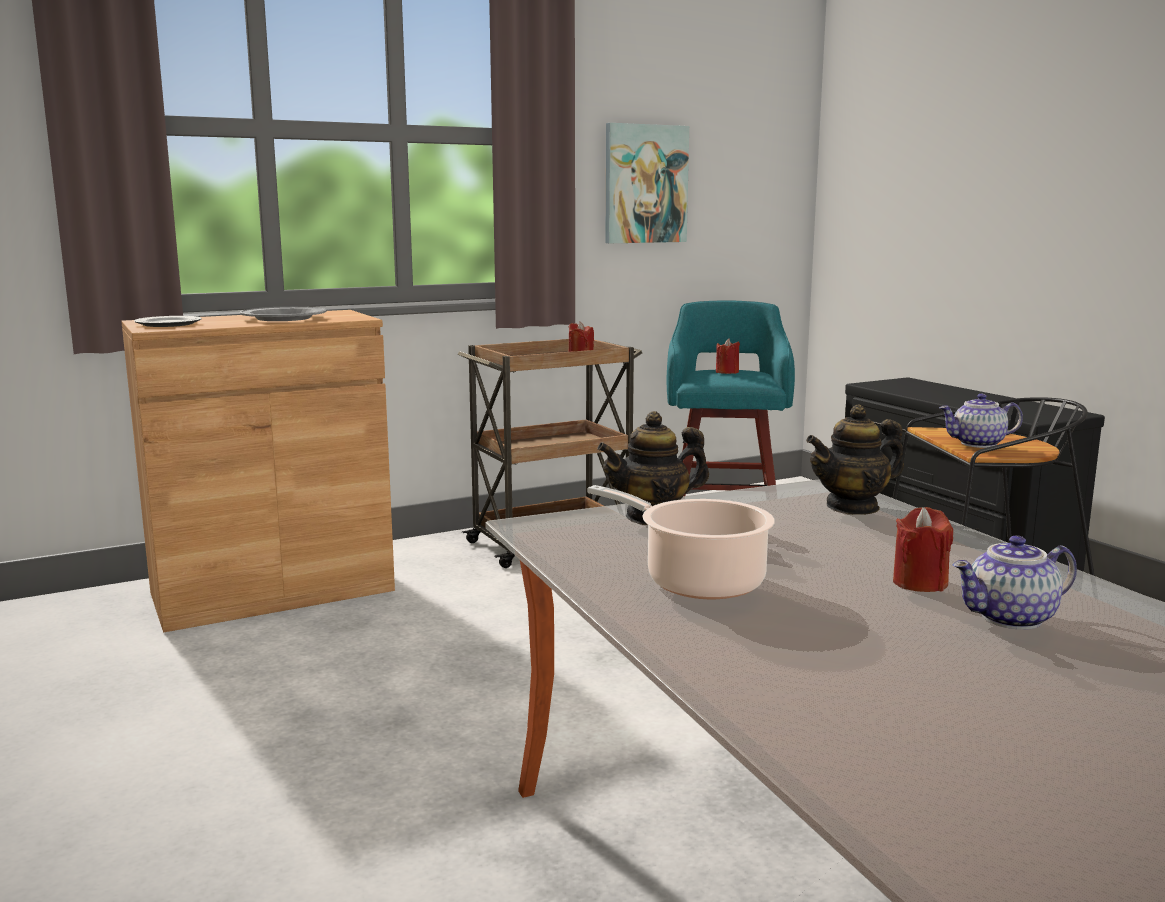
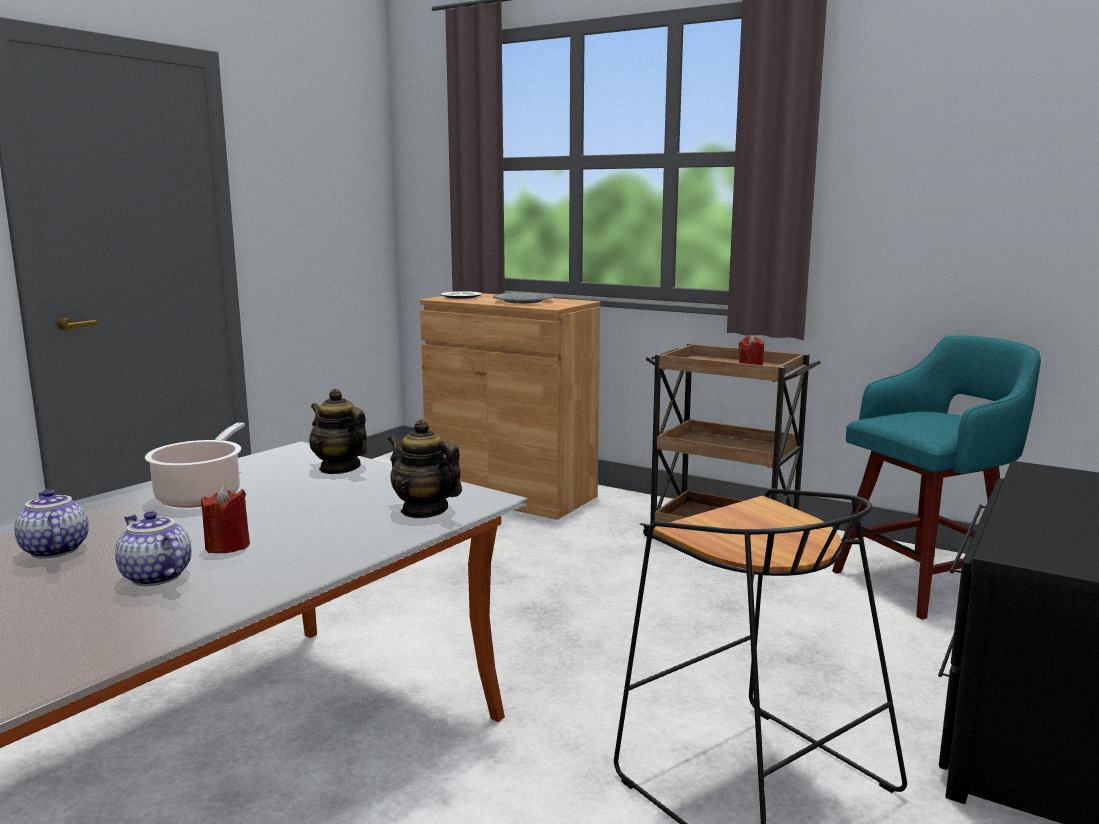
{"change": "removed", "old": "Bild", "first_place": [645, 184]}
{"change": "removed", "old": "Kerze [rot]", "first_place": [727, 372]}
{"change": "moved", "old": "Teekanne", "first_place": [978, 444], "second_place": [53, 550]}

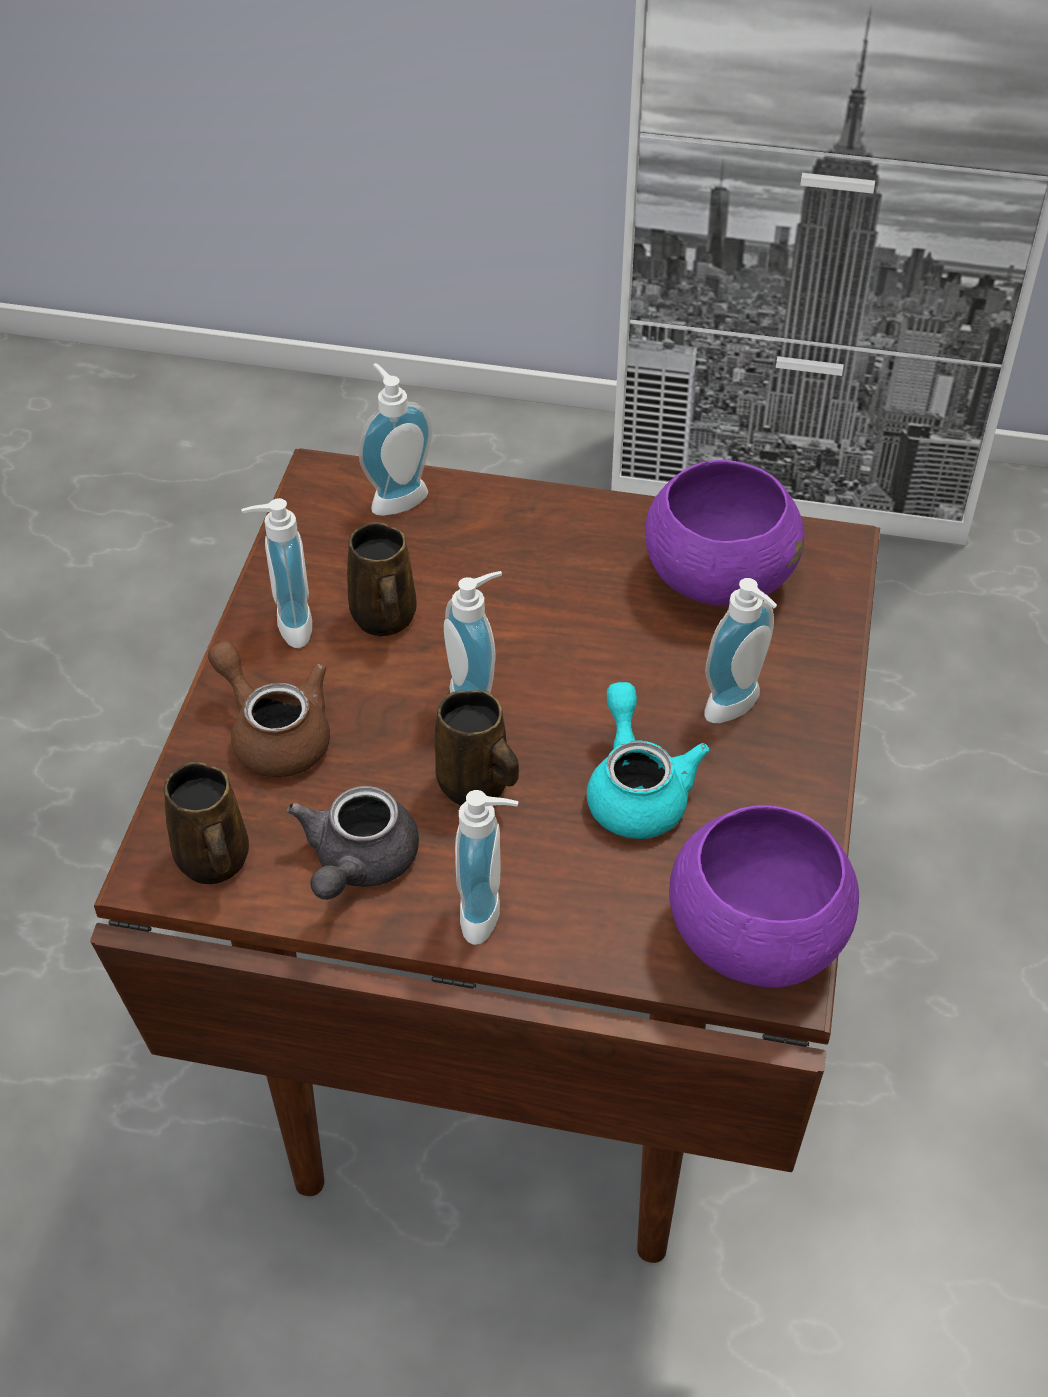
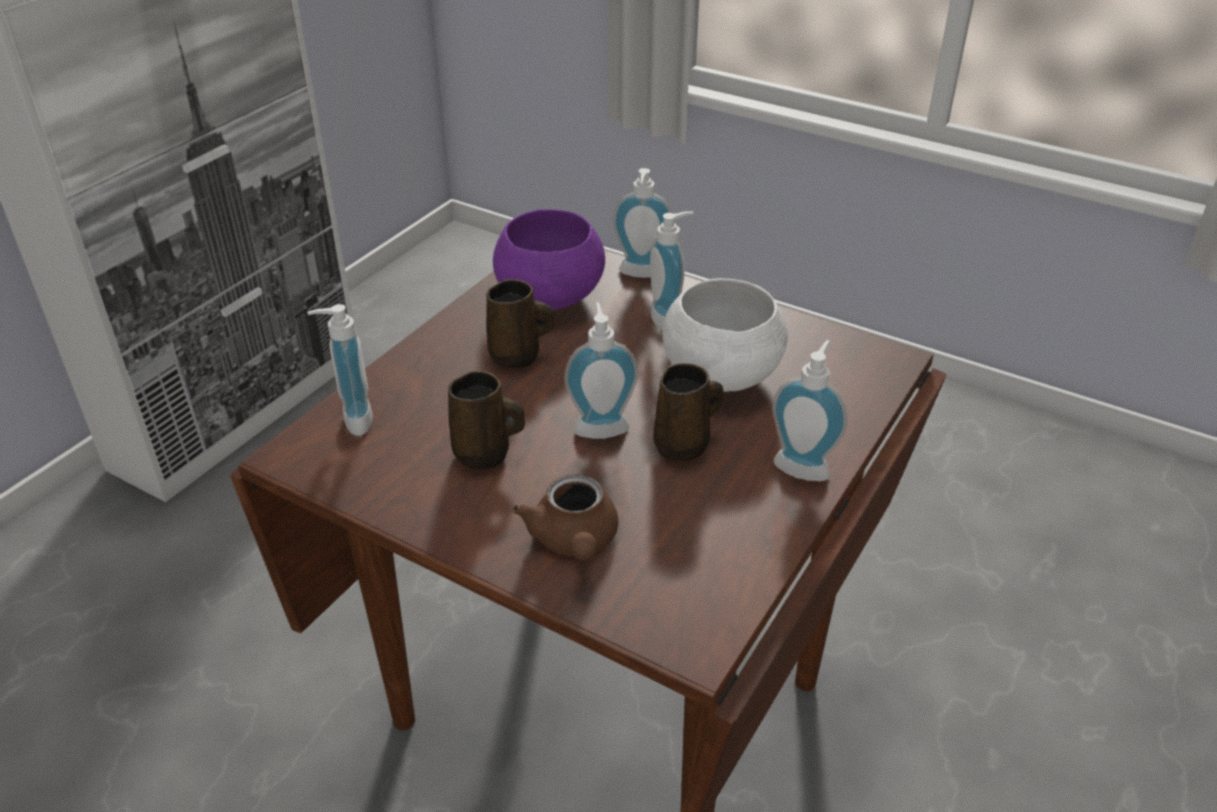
{"change": "moved", "old": "Henkelbecher [braun]", "first_place": [214, 862], "second_place": [518, 357]}
{"change": "turned", "old": "Teekanne [braun]", "first_place": [274, 733], "second_place": [574, 541], "degrees": -75}
{"change": "moved", "old": "Seifenspender", "first_place": [287, 626], "second_place": [641, 274]}
{"change": "removed", "old": "Teekanne [grau]", "first_place": [357, 864]}
{"change": "replaced", "old": "Teekanne [türkis]", "new": "Schüssel [weiß]", "first_place": [636, 790], "second_place": [720, 376]}
{"change": "removed", "old": "Schüssel [lila]", "first_place": [755, 939]}

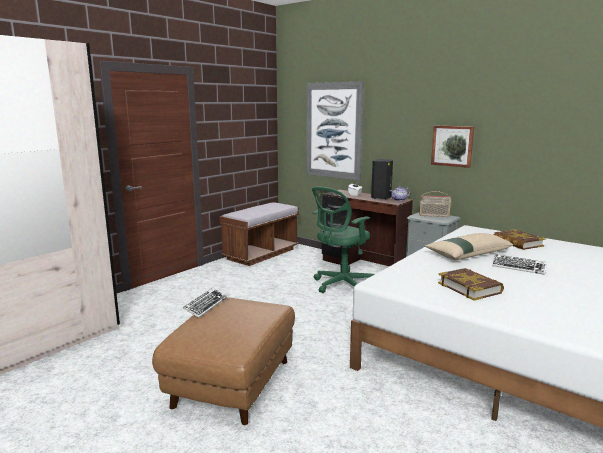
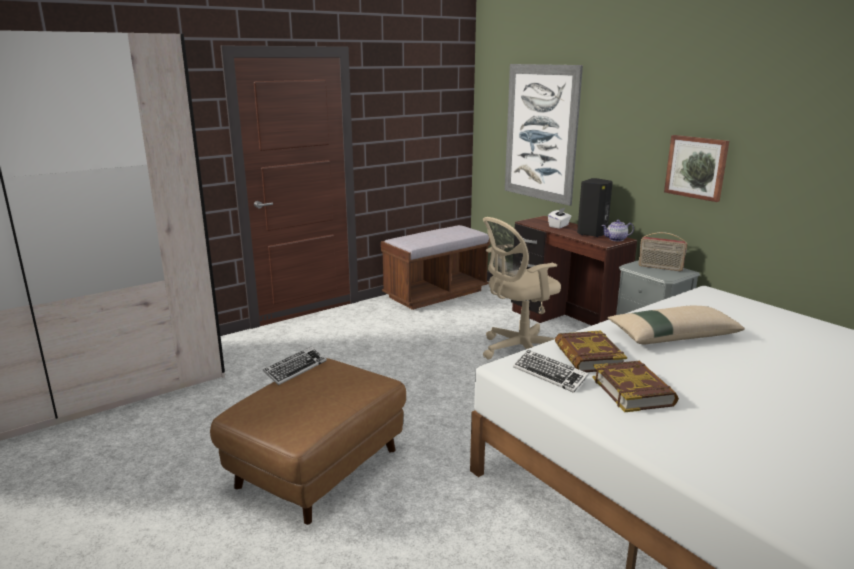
{"change": "recoloured", "old": "Bürostuhl [grün]", "new": "Bürostuhl [beige]", "first_place": [341, 285], "second_place": [519, 350]}
{"change": "moved", "old": "Tastatur", "first_place": [518, 267], "second_place": [549, 375]}
{"change": "moved", "old": "Buch", "first_place": [517, 243], "second_place": [588, 357]}

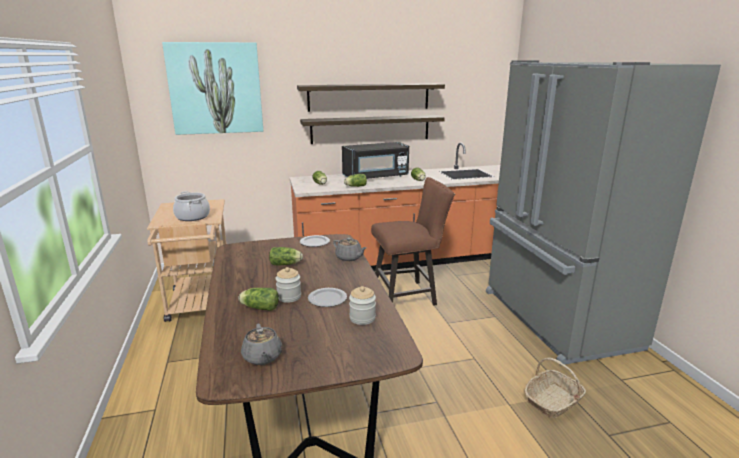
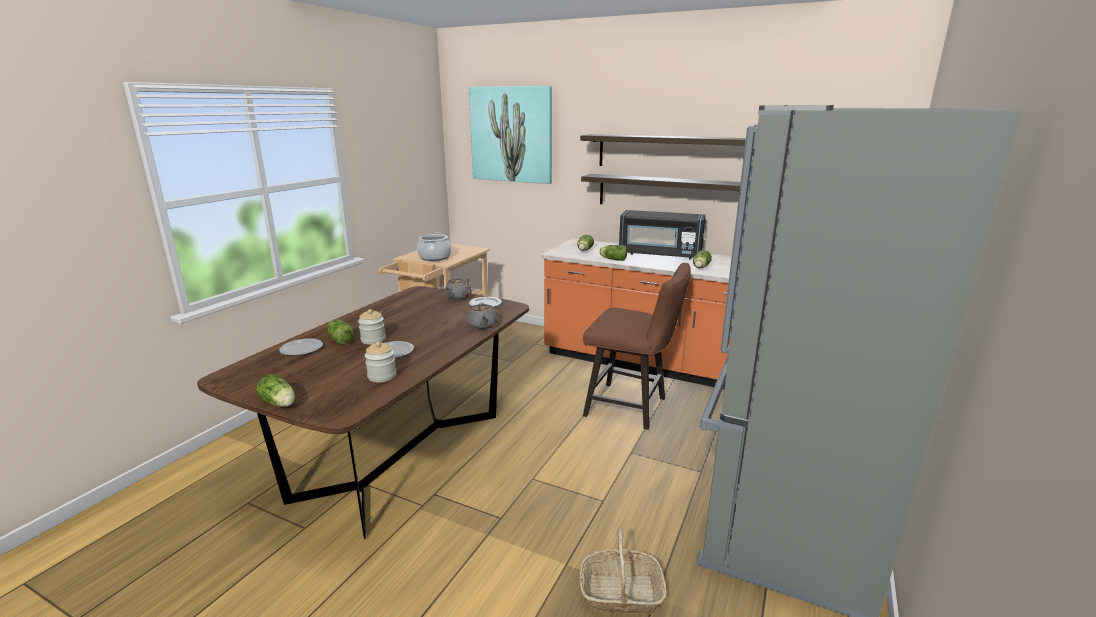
{"change": "moved", "old": "Teekanne [grau]", "first_place": [262, 357], "second_place": [458, 297]}
{"change": "moved", "old": "Salatkopf", "first_place": [286, 264], "second_place": [280, 404]}
{"change": "added", "new": "Teller", "second_place": [301, 349]}

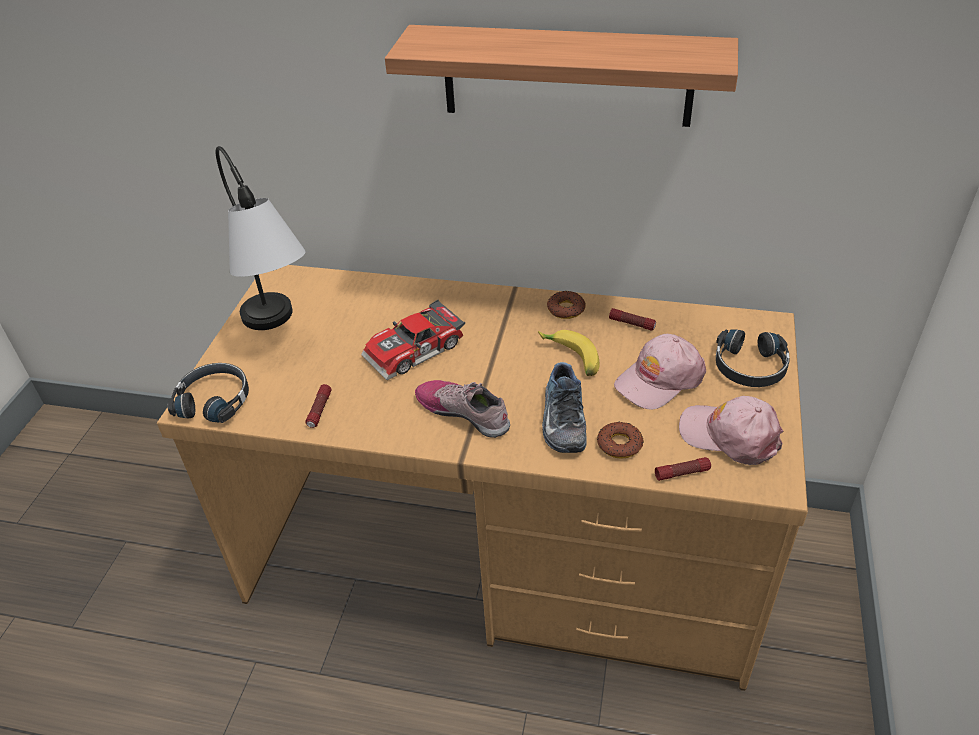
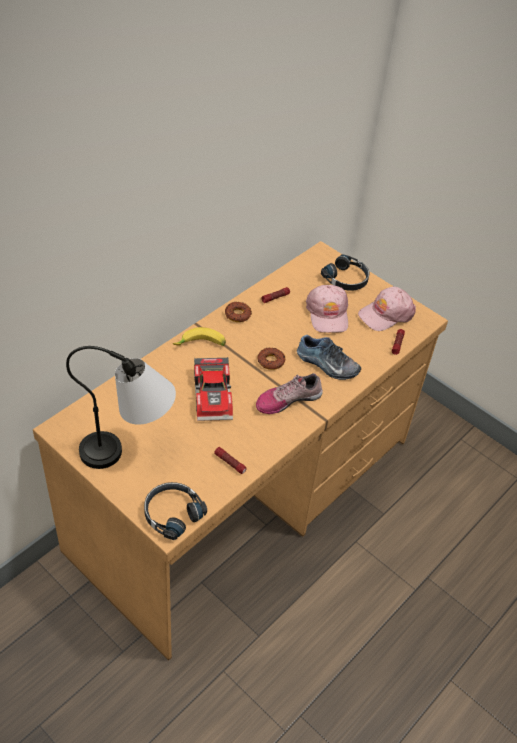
{"change": "removed", "old": "Wandregal", "first_place": [566, 75]}
{"change": "moved", "old": "Banane", "first_place": [570, 359], "second_place": [200, 345]}
{"change": "moved", "old": "Donut", "first_place": [619, 444], "second_place": [271, 361]}

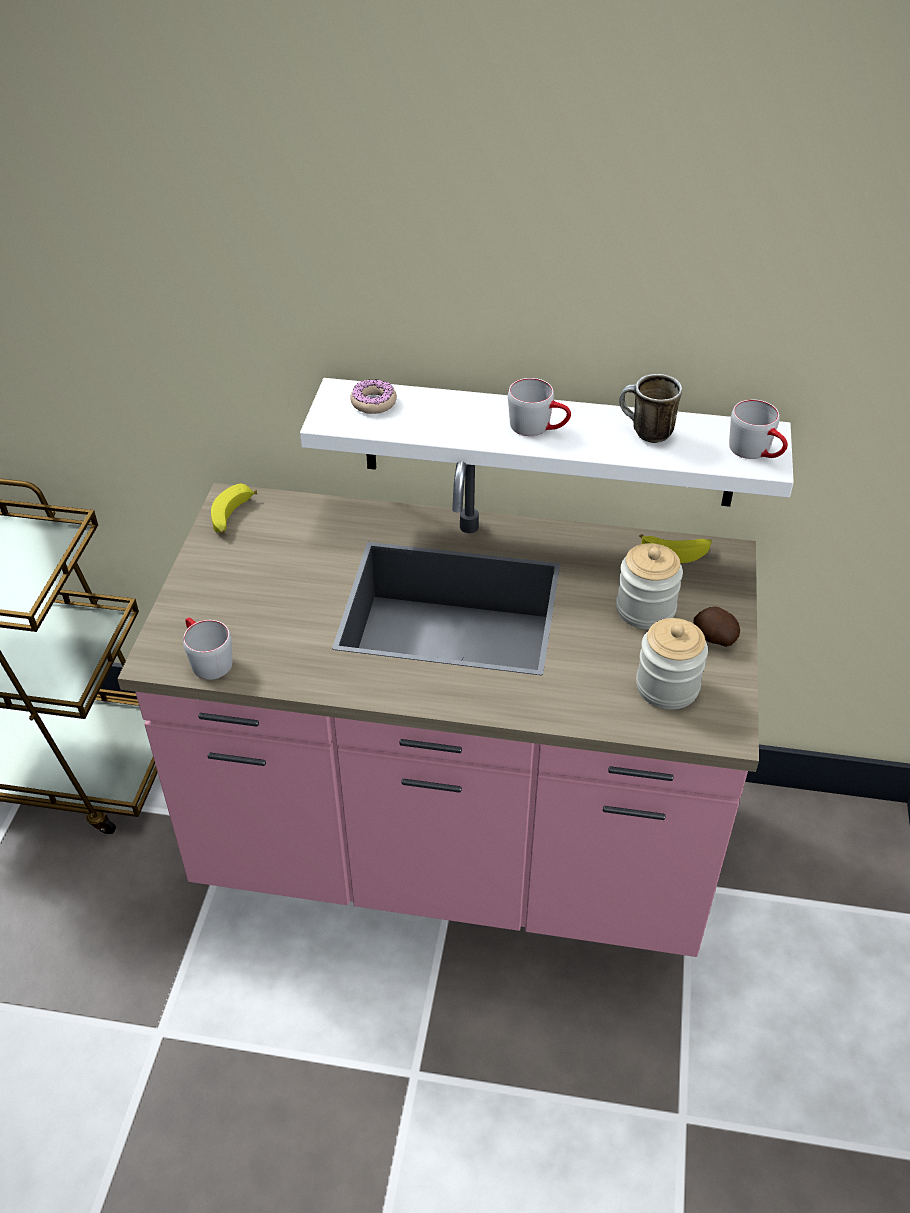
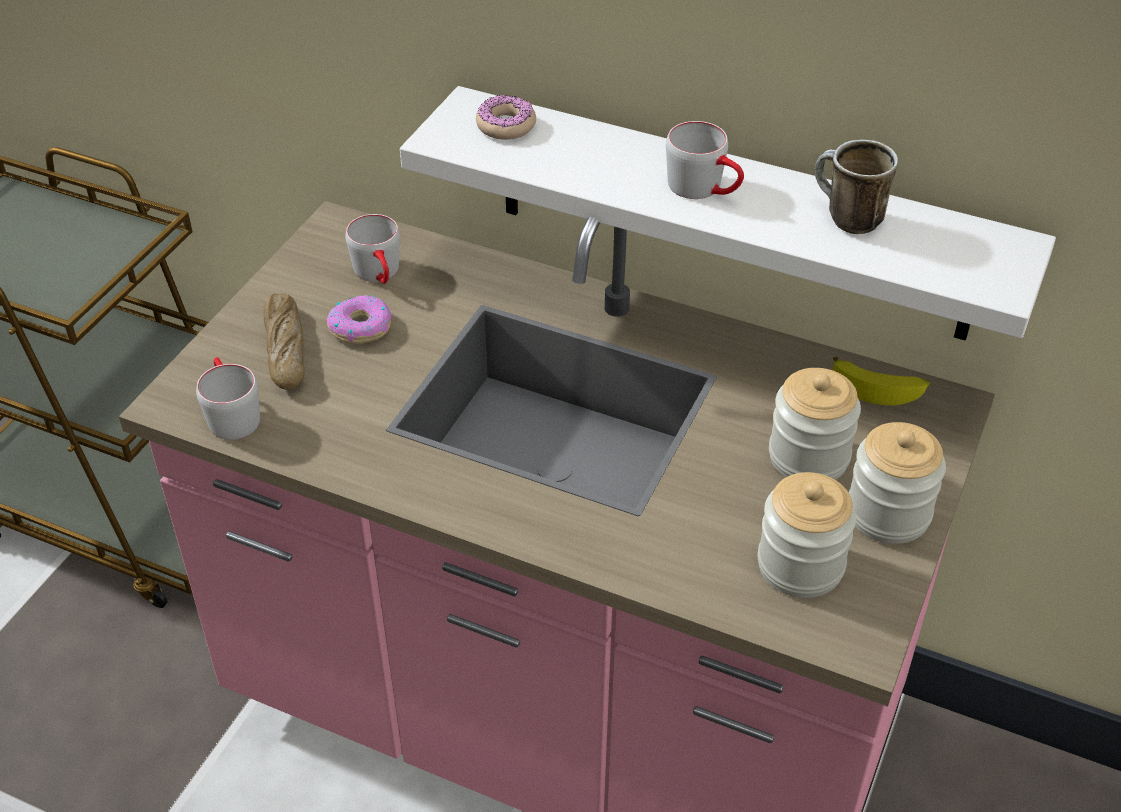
{"change": "removed", "old": "Banane", "first_place": [232, 517]}
{"change": "replaced", "old": "Kartoffel", "new": "Vorratsglas", "first_place": [713, 638], "second_place": [888, 513]}
{"change": "moved", "old": "Henkelbecher [grau]", "first_place": [756, 452], "second_place": [380, 275]}
{"change": "added", "new": "Brot", "second_place": [285, 349]}
{"change": "added", "new": "Donut", "second_place": [360, 327]}

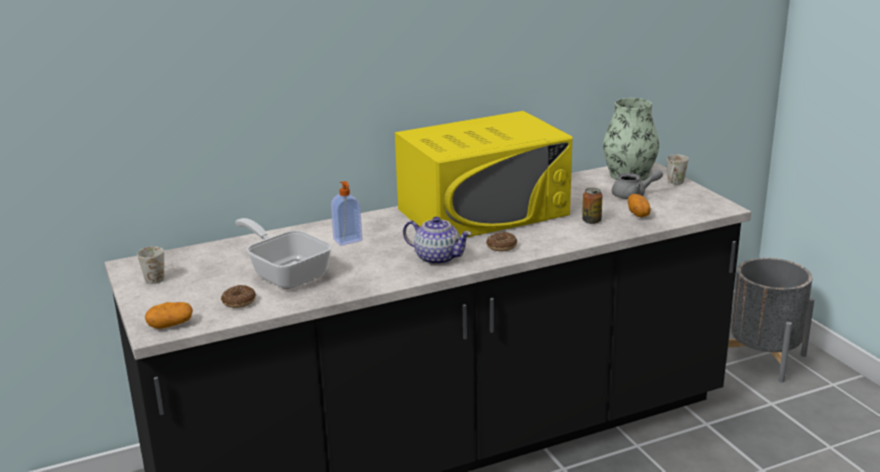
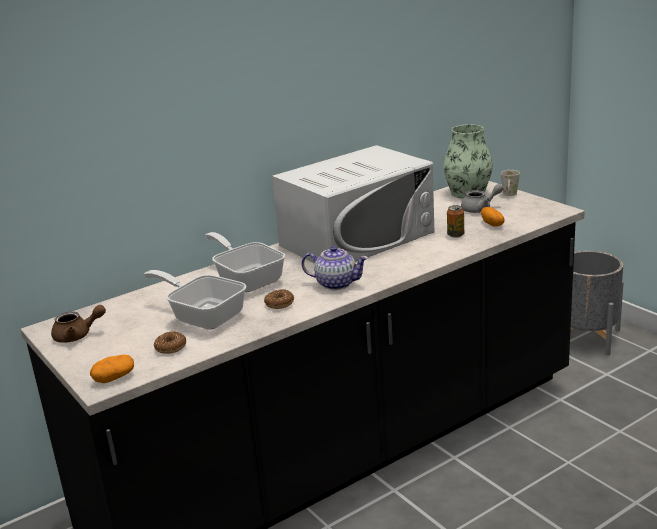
{"change": "replaced", "old": "Henkelbecher [weiß]", "new": "Teekanne [braun]", "first_place": [155, 277], "second_place": [77, 336]}
{"change": "replaced", "old": "Seifenspender", "new": "Pfanne", "first_place": [348, 240], "second_place": [247, 279]}
{"change": "recoloured", "old": "Mikrowelle [gelb]", "new": "Mikrowelle [weiß]", "first_place": [483, 212], "second_place": [357, 238]}
{"change": "moved", "old": "Donut", "first_place": [501, 246], "second_place": [279, 304]}

